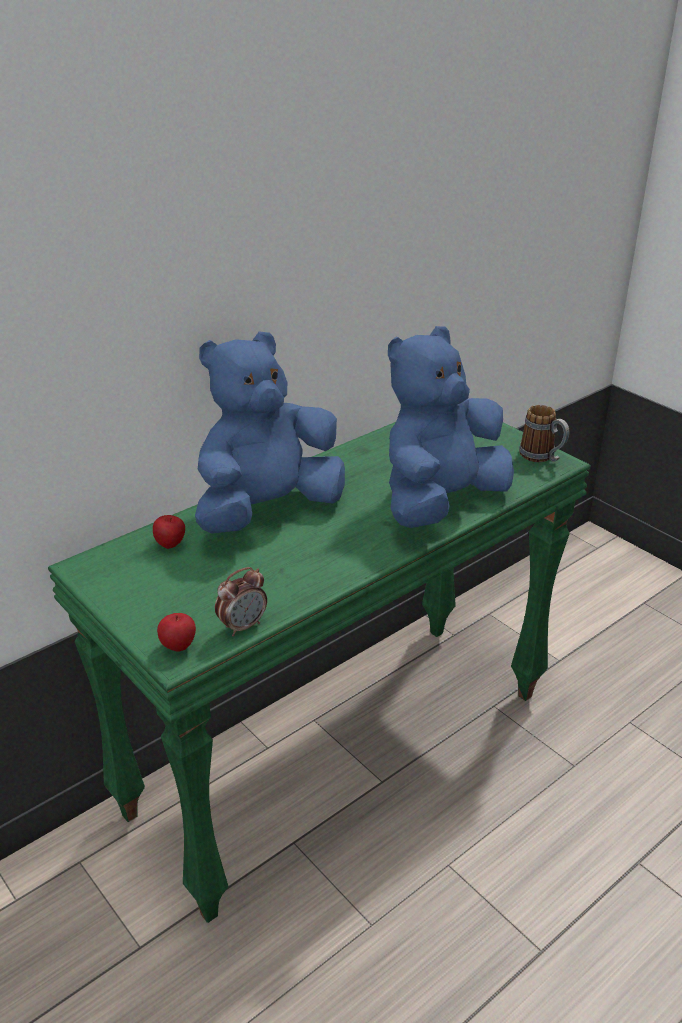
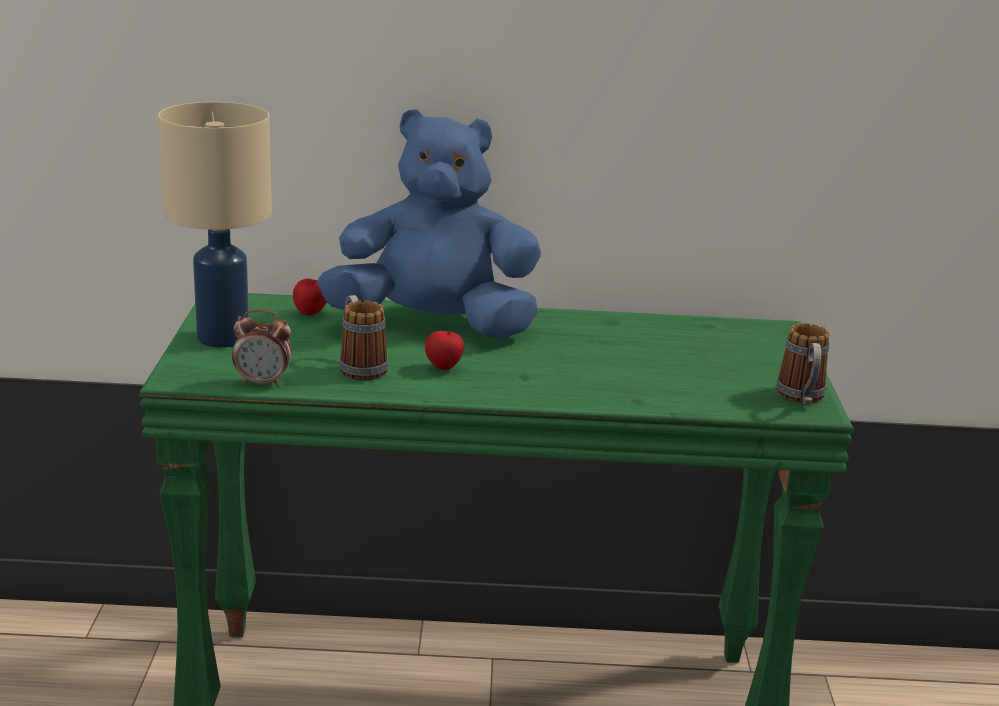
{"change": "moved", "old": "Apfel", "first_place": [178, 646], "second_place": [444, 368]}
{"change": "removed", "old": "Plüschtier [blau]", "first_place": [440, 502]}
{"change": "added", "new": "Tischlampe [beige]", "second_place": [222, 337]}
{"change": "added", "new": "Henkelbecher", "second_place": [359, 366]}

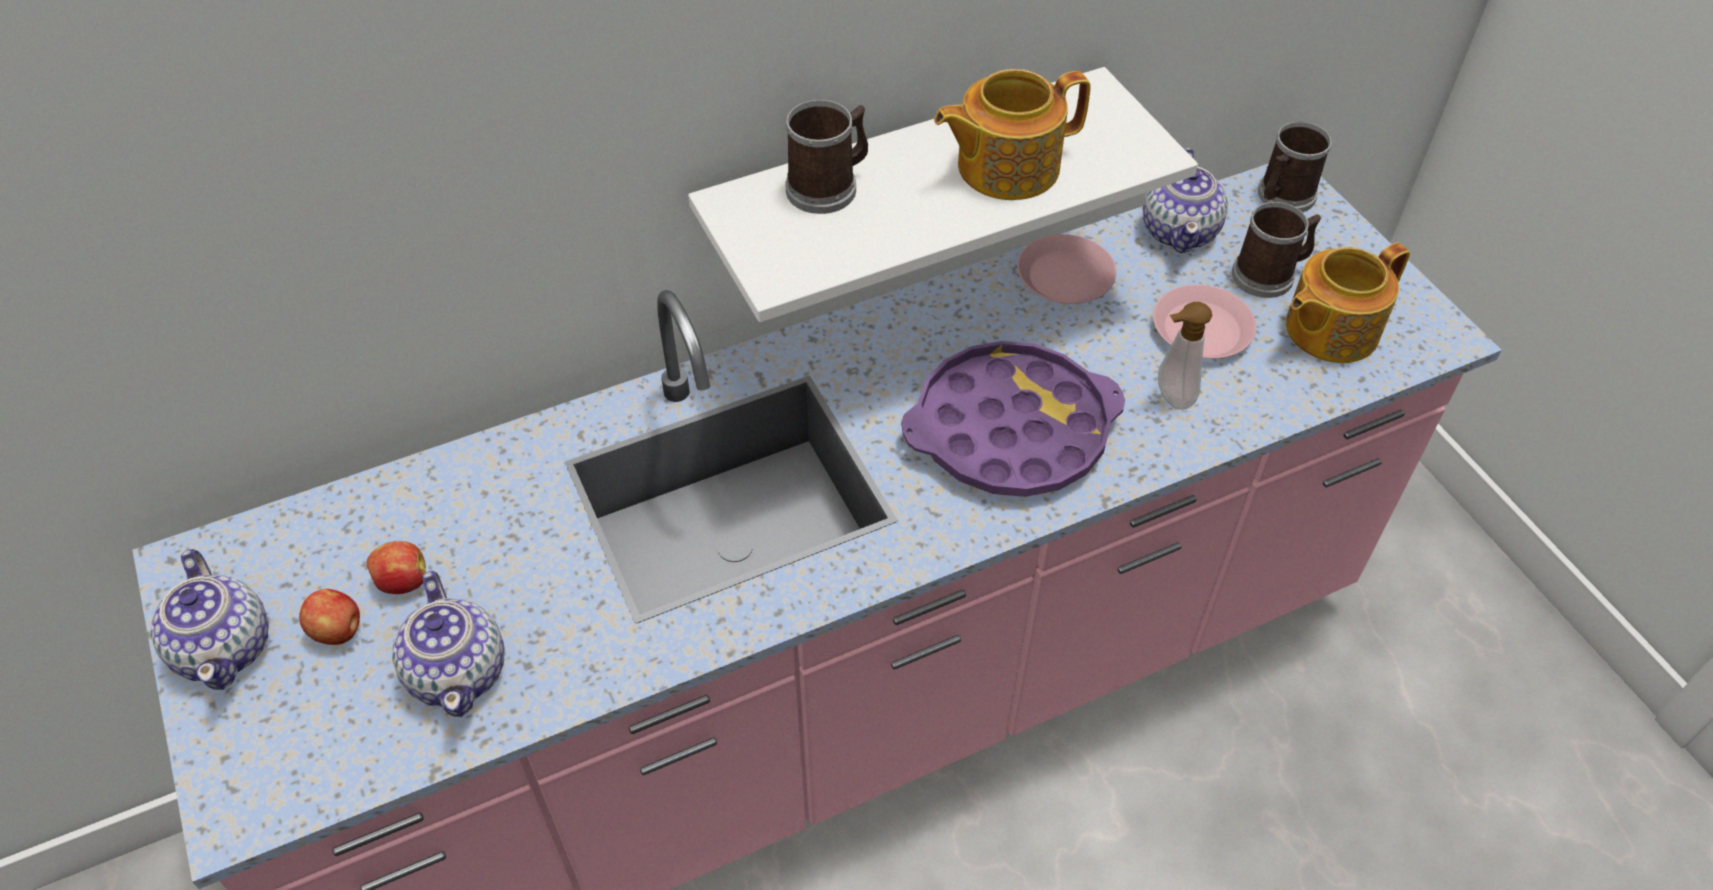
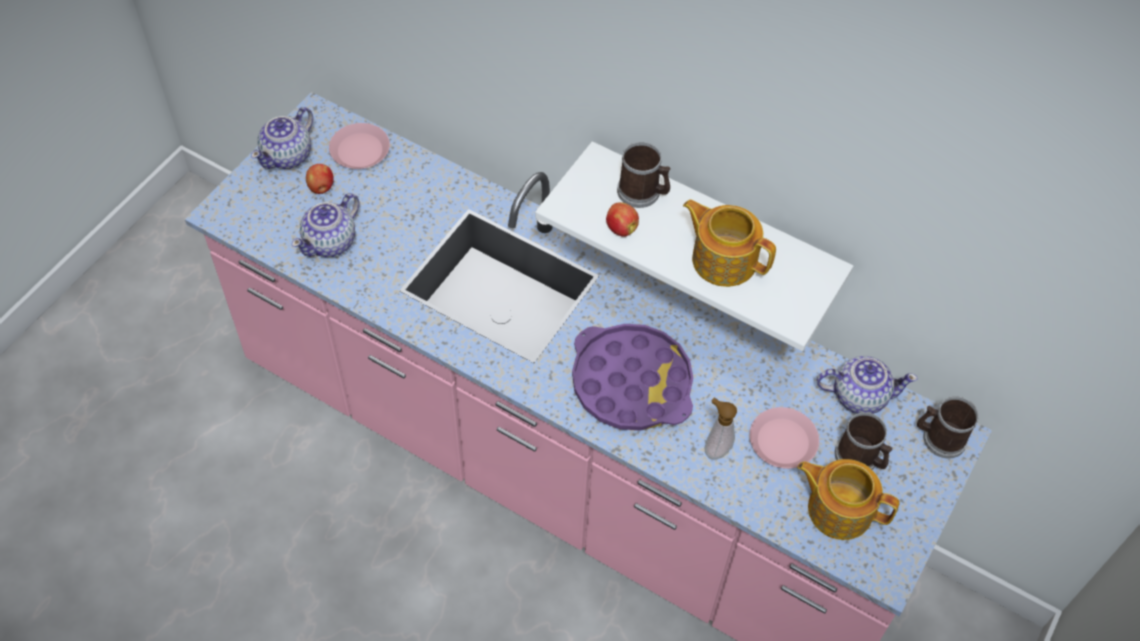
{"change": "moved", "old": "Apfel", "first_place": [402, 582], "second_place": [621, 228]}
{"change": "moved", "old": "Teller [rosa]", "first_place": [1064, 277], "second_place": [360, 150]}
{"change": "turned", "old": "Teekanne", "first_place": [1180, 231], "second_place": [858, 395], "degrees": -150}

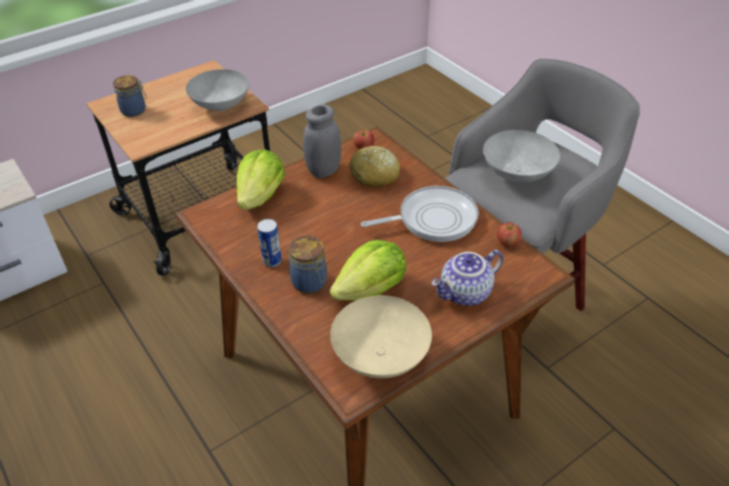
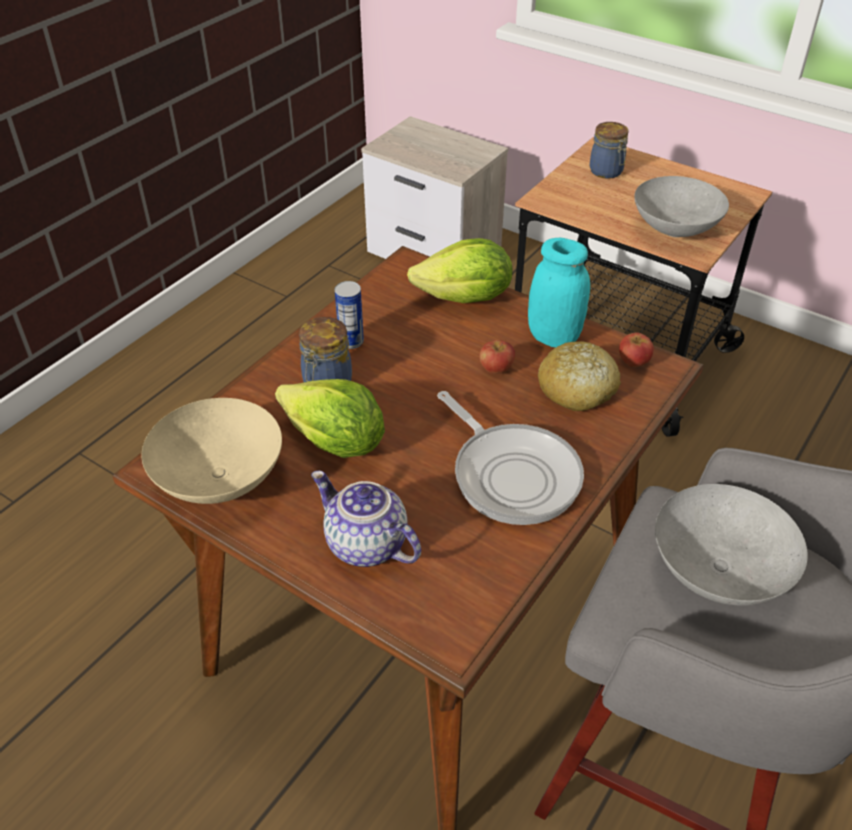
{"change": "recoloured", "old": "Vorratsglas [grau]", "new": "Vorratsglas [türkis]", "first_place": [324, 170], "second_place": [554, 337]}
{"change": "moved", "old": "Apfel", "first_place": [507, 243], "second_place": [496, 369]}

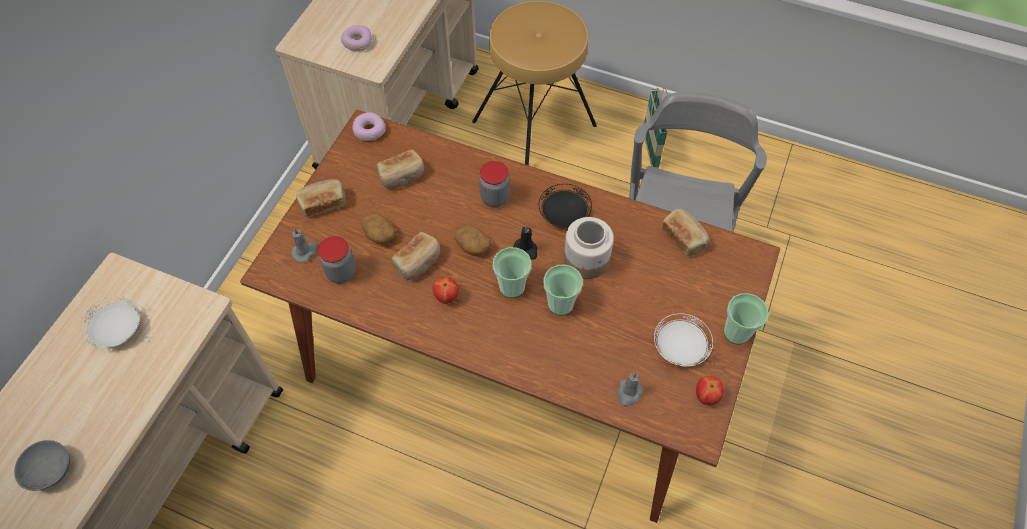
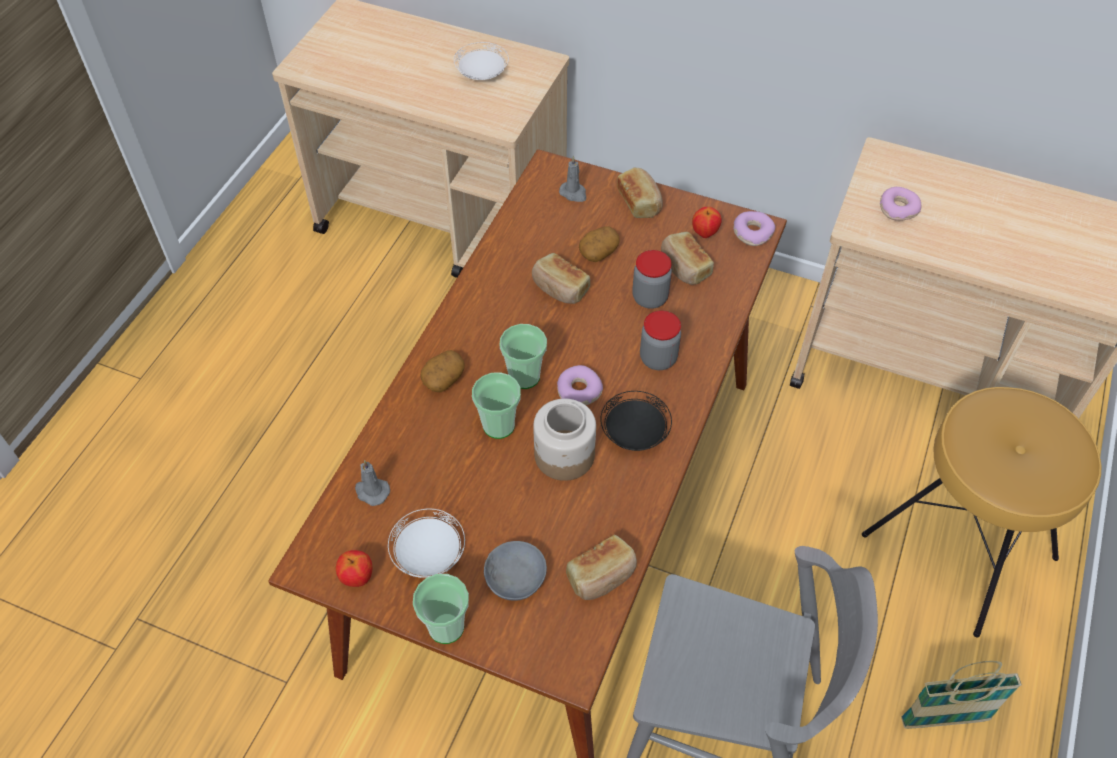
{"change": "moved", "old": "Schüssel [grau]", "first_place": [51, 469], "second_place": [517, 580]}
{"change": "moved", "old": "Vorratsglas", "first_place": [341, 272], "second_place": [650, 298]}
{"change": "moved", "old": "Apfel", "first_place": [446, 297], "second_place": [704, 233]}
{"change": "moved", "old": "Kartoffel", "first_place": [472, 245], "second_place": [443, 378]}
{"change": "replaced", "old": "Kerze [schwarz]", "new": "Donut", "first_place": [526, 250], "second_place": [578, 391]}

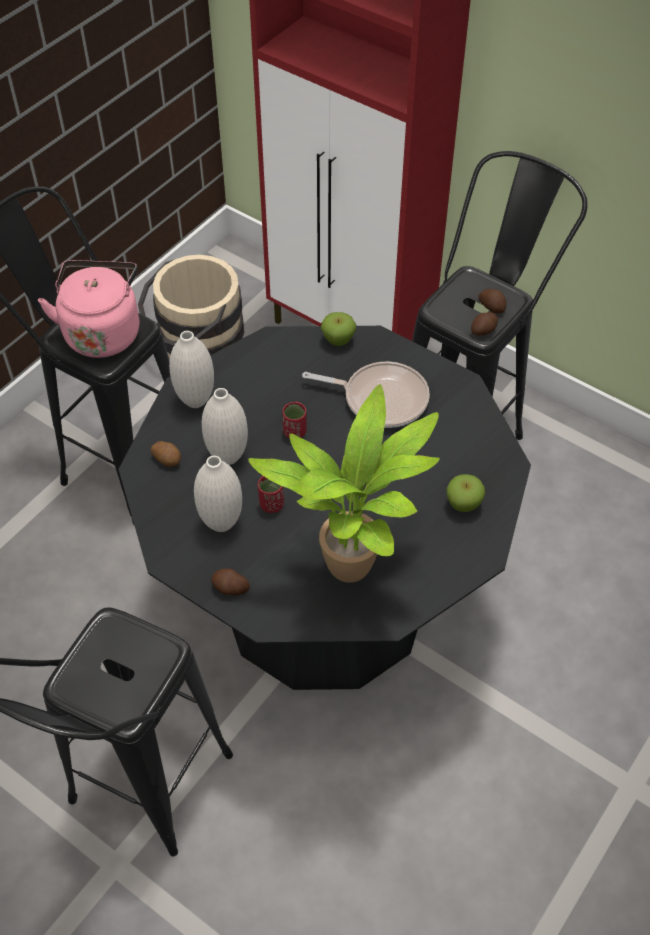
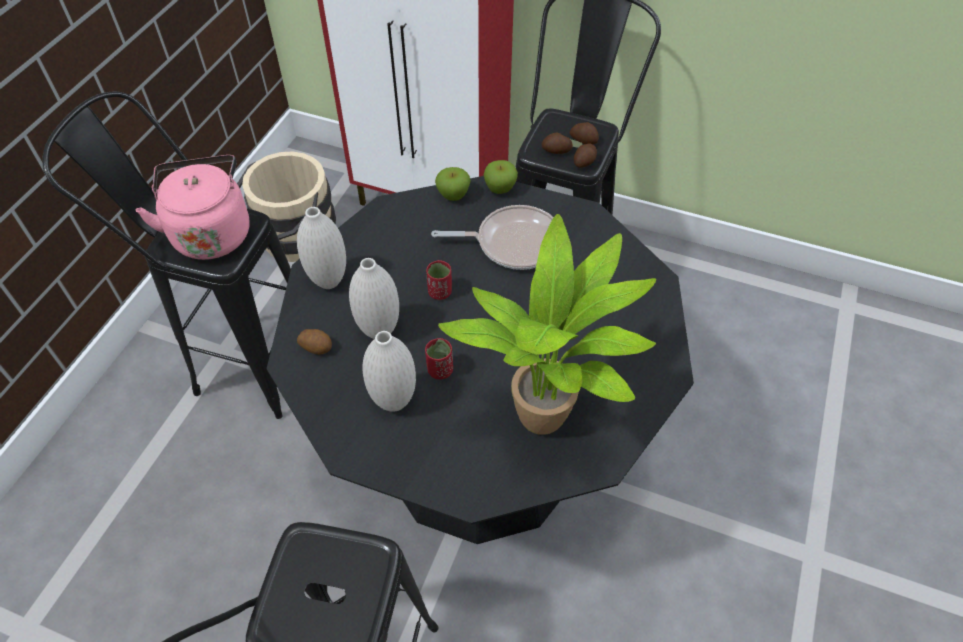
{"change": "moved", "old": "Kartoffel", "first_place": [230, 588], "second_place": [556, 151]}
{"change": "moved", "old": "Apfel", "first_place": [463, 504], "second_place": [500, 189]}

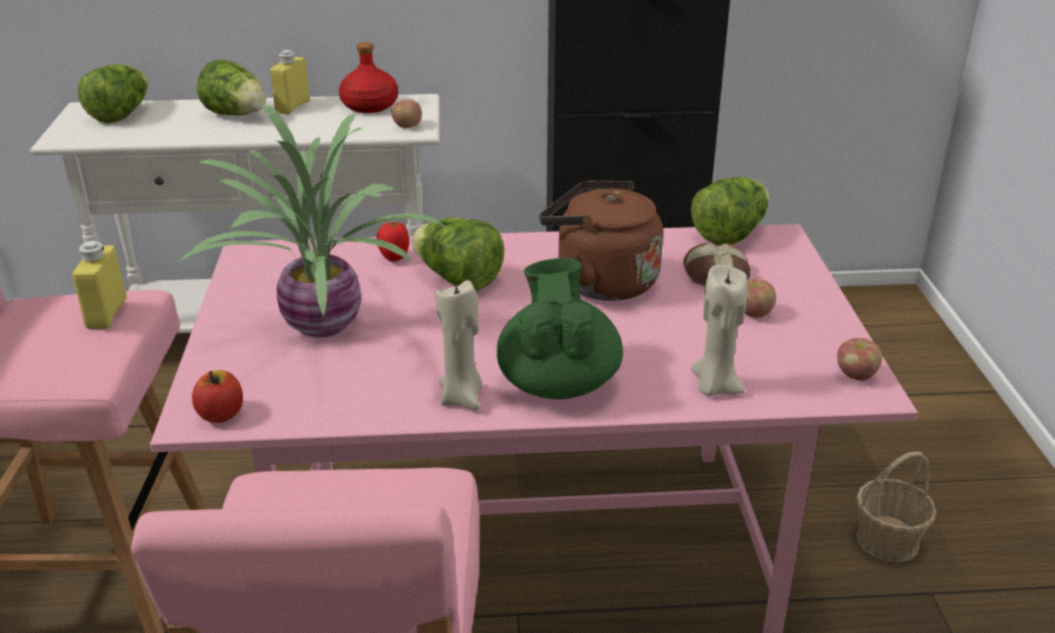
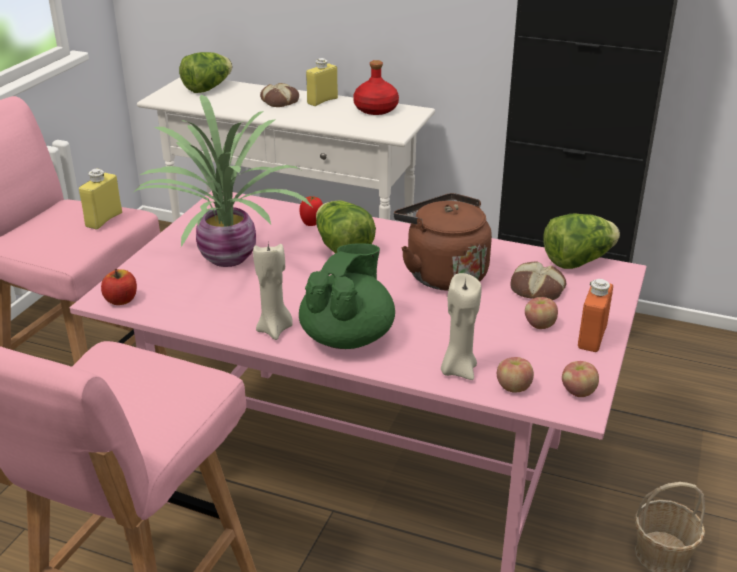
{"change": "replaced", "old": "Salatkopf", "new": "Brot", "first_place": [237, 115], "second_place": [280, 101]}
{"change": "moved", "old": "Apfel", "first_place": [407, 126], "second_place": [513, 387]}
{"change": "added", "new": "Flasche [orange]", "second_place": [592, 337]}

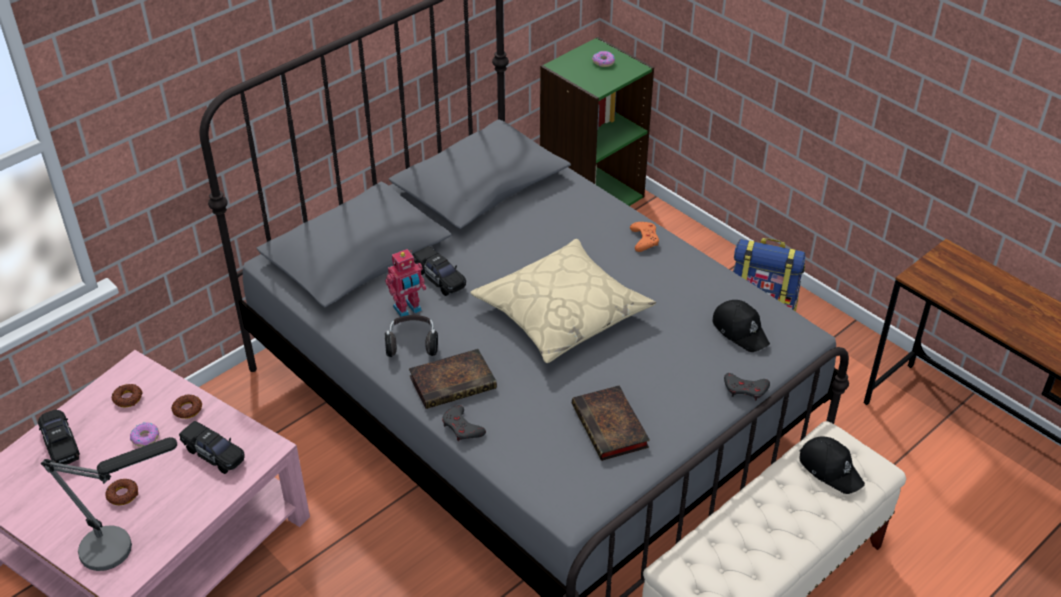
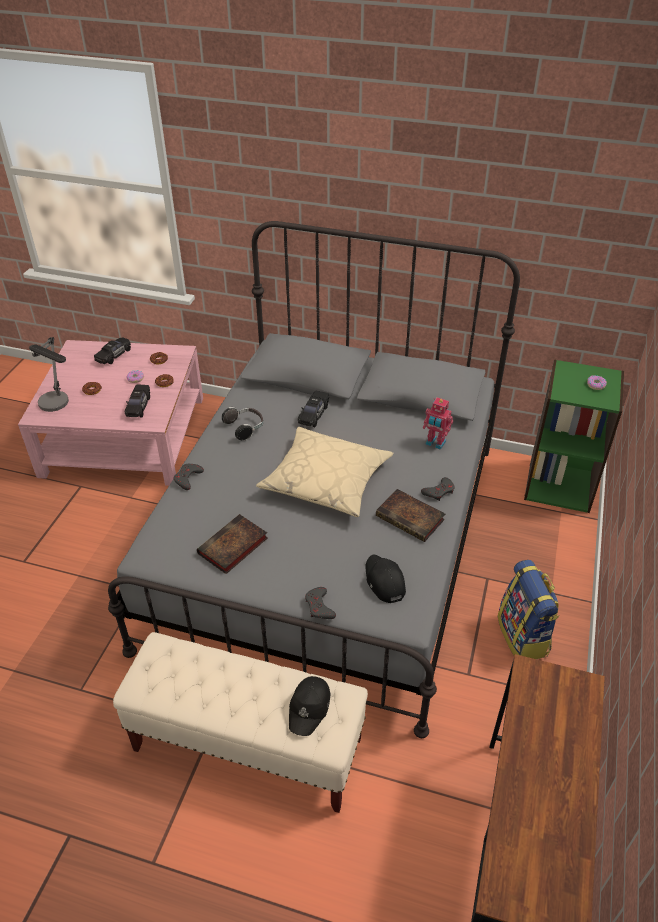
{"change": "moved", "old": "Spielzeugroboter", "first_place": [408, 310], "second_place": [435, 443]}
{"change": "moved", "old": "Buch", "first_place": [454, 381], "second_place": [411, 518]}
{"change": "recoloured", "old": "Gamepad [orange]", "new": "Gamepad [grau]", "first_place": [644, 239], "second_place": [439, 491]}
{"change": "turned", "old": "Kappe [schwarz]", "first_place": [740, 330], "second_place": [384, 581], "degrees": 135}

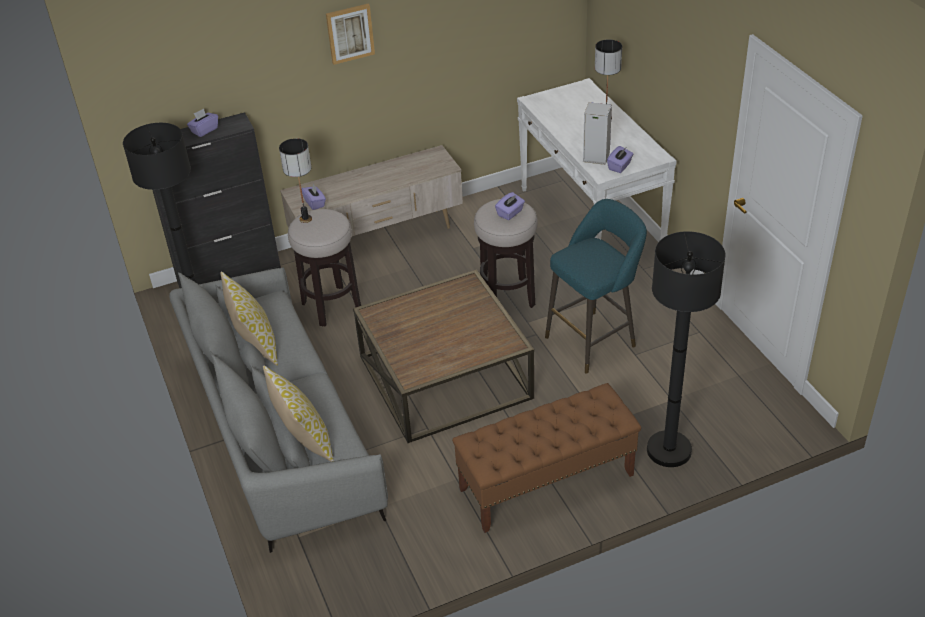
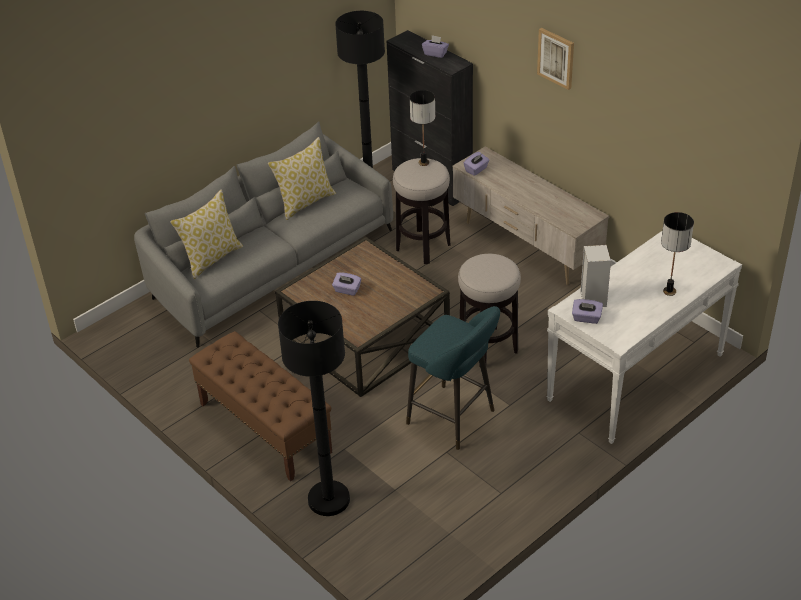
{"change": "moved", "old": "Taschentuchbox [lila]", "first_place": [510, 213], "second_place": [347, 290]}

